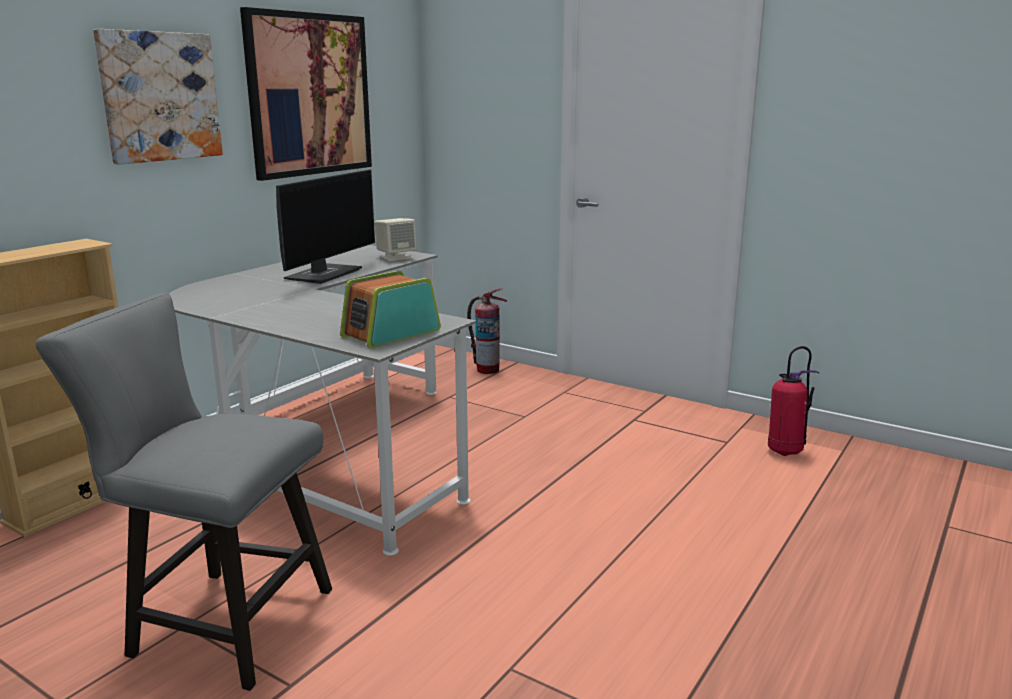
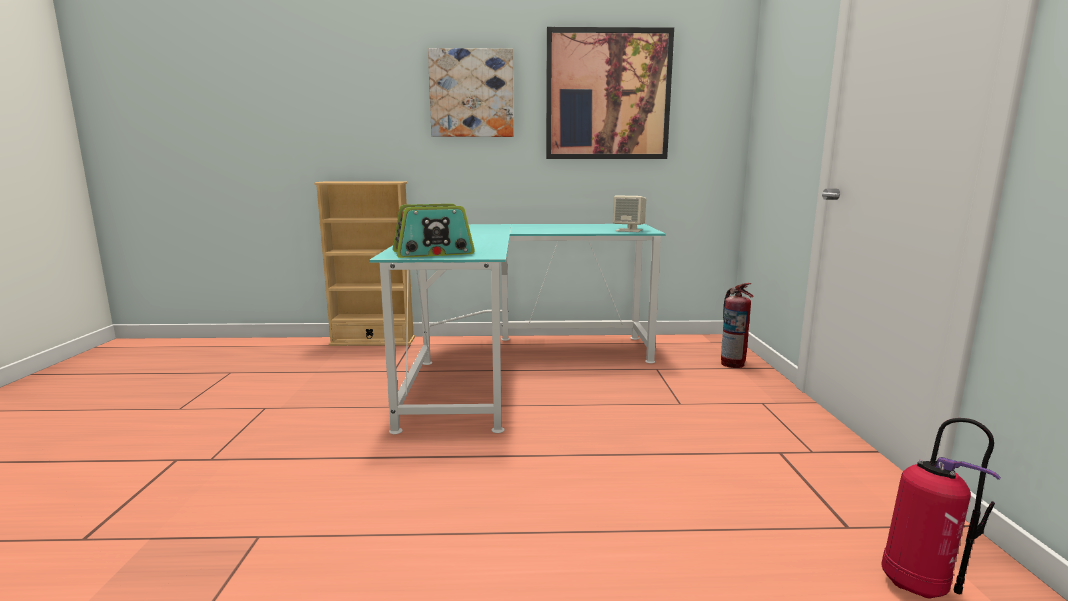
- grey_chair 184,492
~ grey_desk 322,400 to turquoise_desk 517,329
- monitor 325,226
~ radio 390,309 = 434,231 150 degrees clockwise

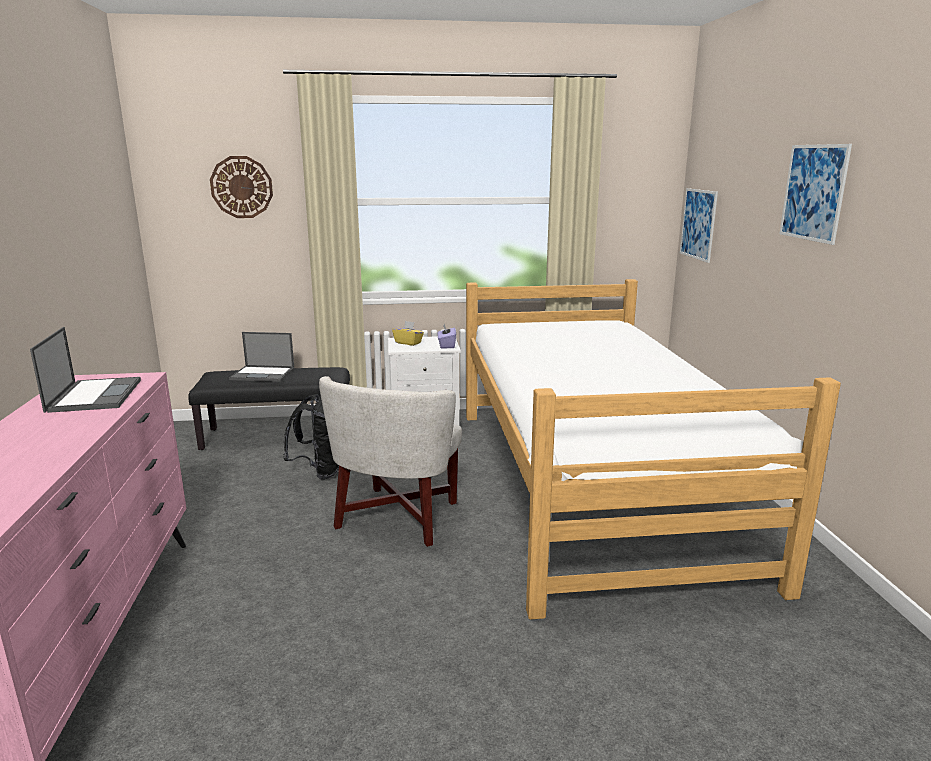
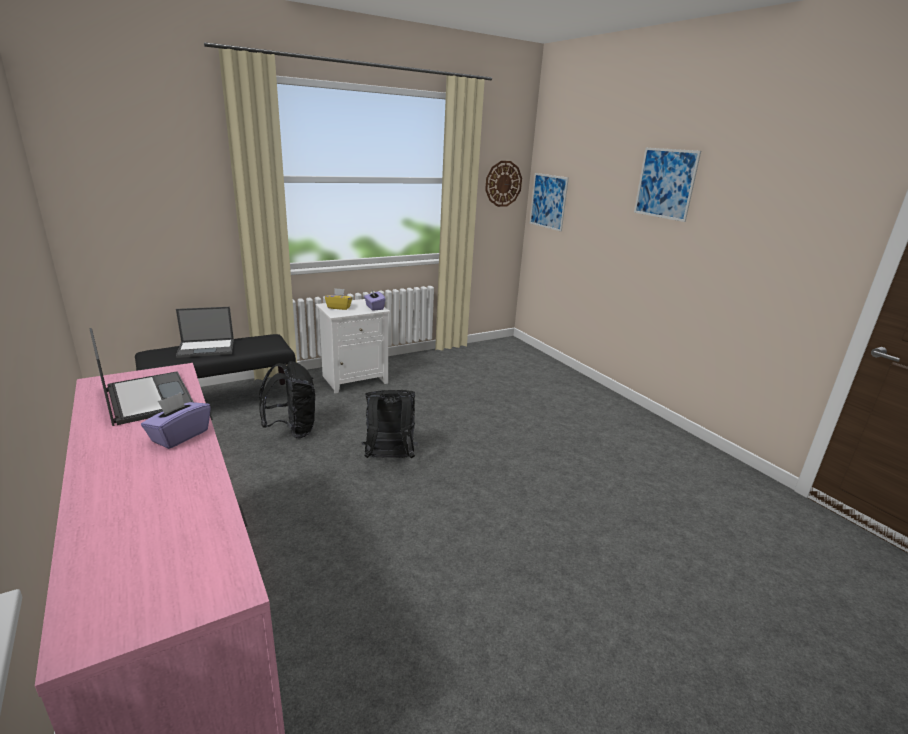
~ wall_clock 241,187 to 503,184
~ white_armchair 390,461 to black_backpack 389,424
- bed 653,449
+ purple_tissue_box 176,420

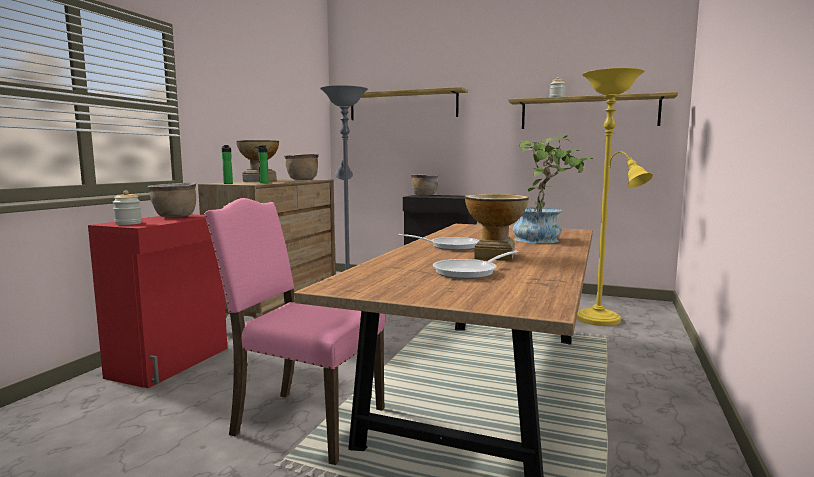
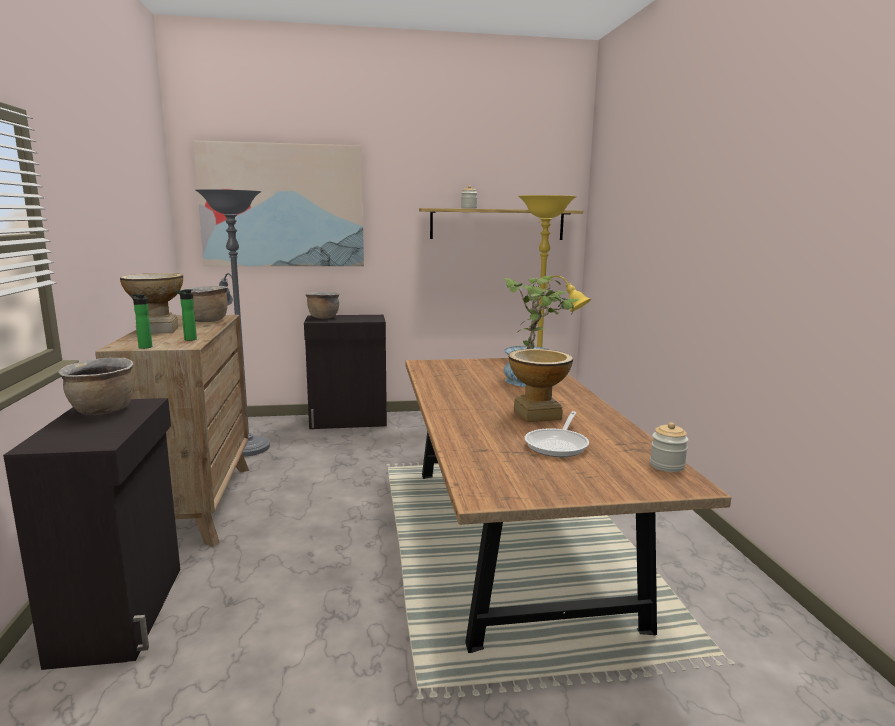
~ red_cabinet 157,301 to black_cabinet 91,534
~ jar 127,207 to 669,447
- pink_chair 294,331
~ shelf 409,103 to picture 278,203
- frying_pan 438,242

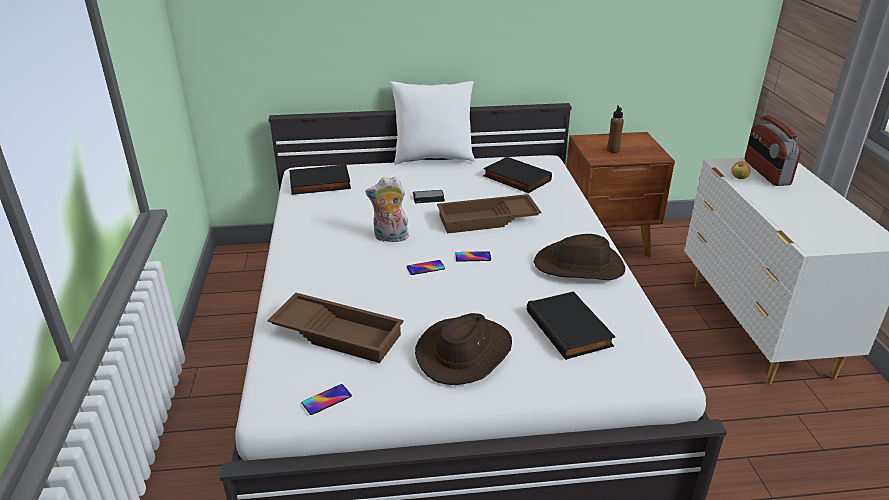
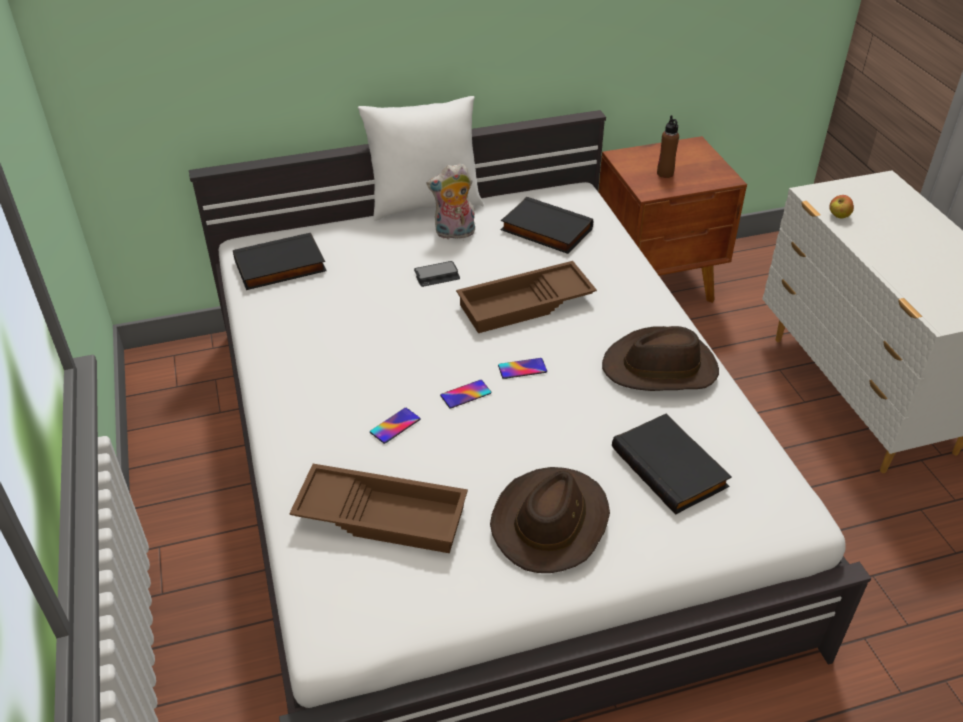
~ phone 326,399 to 395,426
~ plush_toy 387,209 to 451,201
- radio 773,150

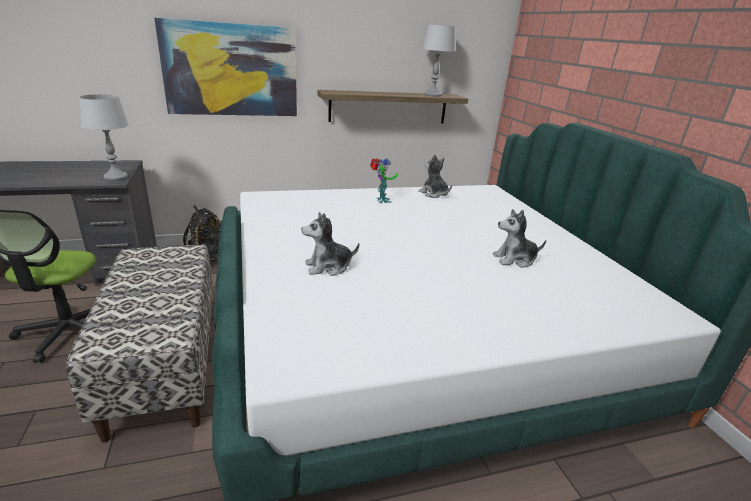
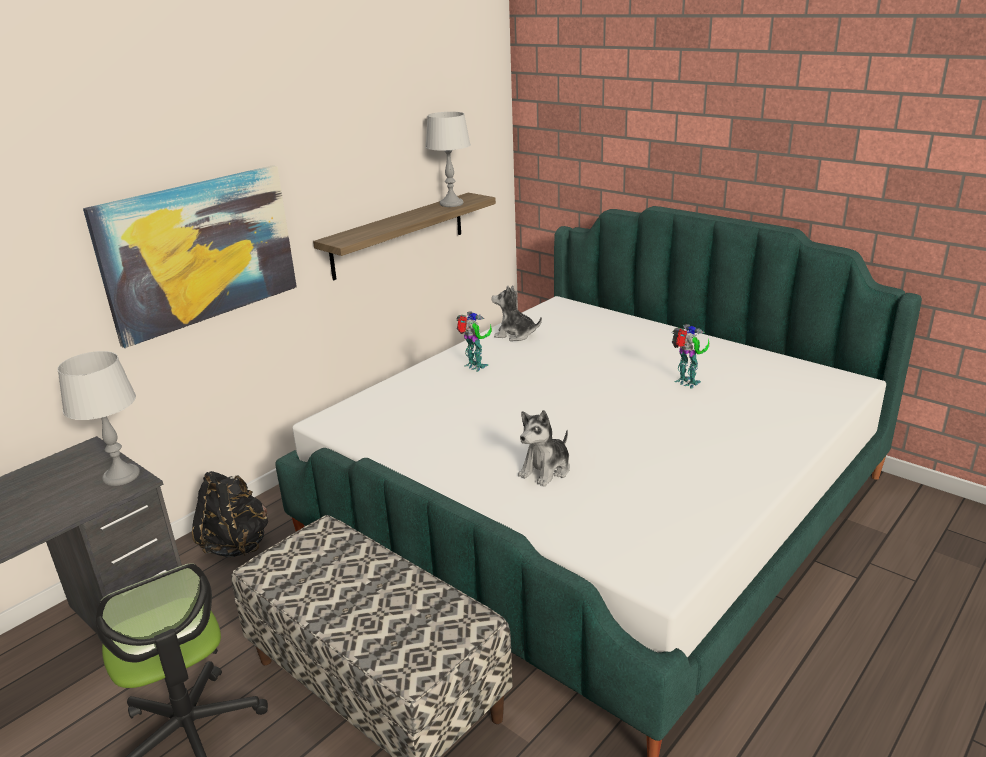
~ plush_toy 519,238 to toy_robot 690,356

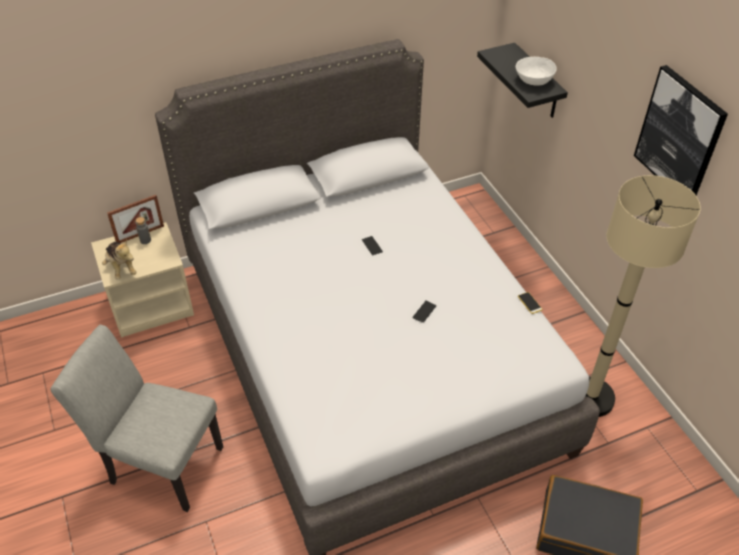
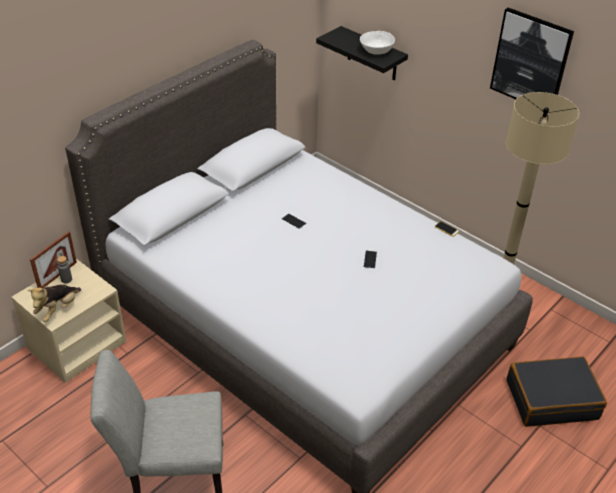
~ plush_toy 119,260 = 54,303 90 degrees clockwise

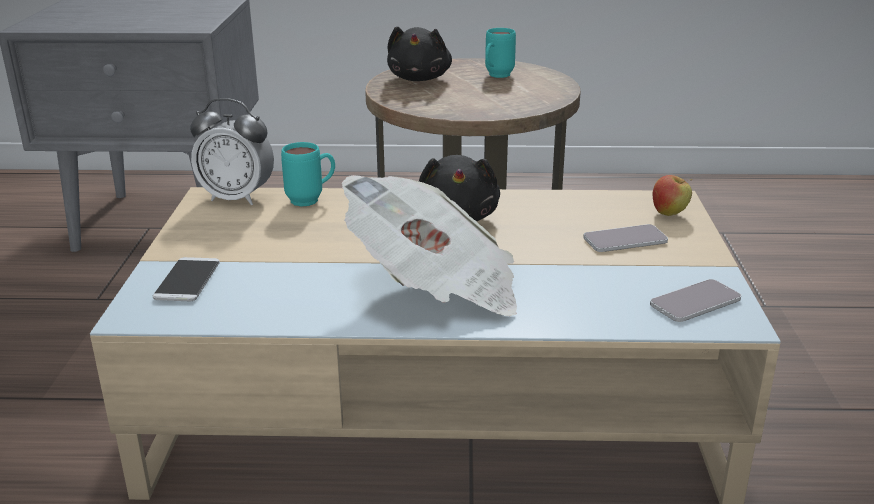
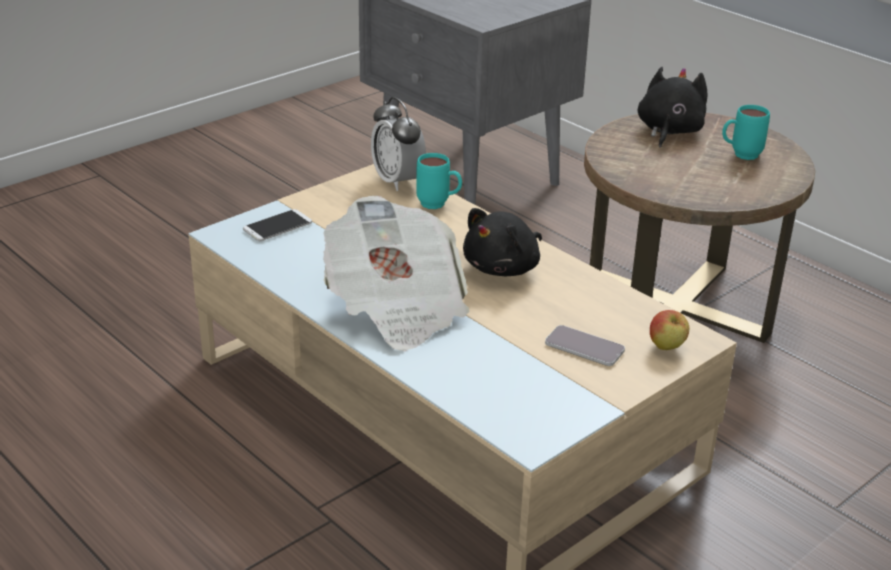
~ black_plush_toy 419,53 = 673,107 150 degrees clockwise
- phone 695,300

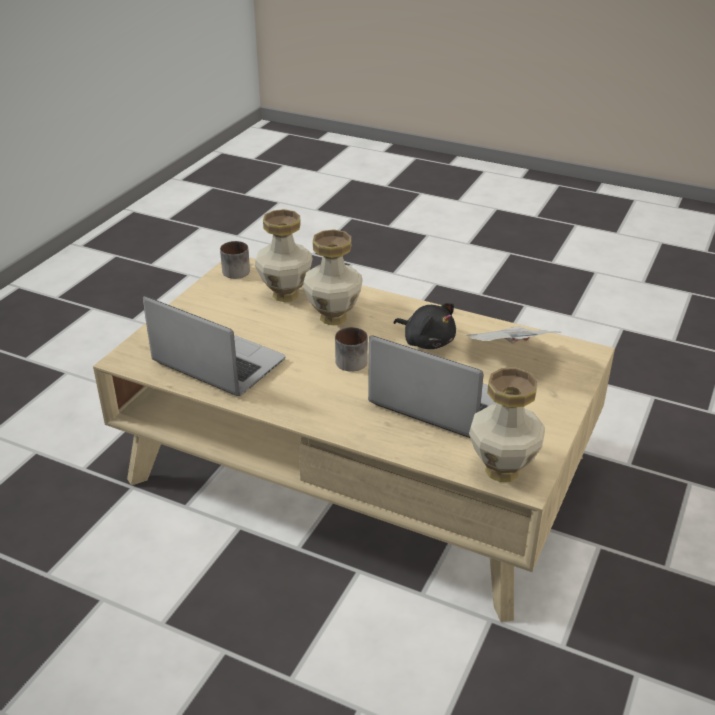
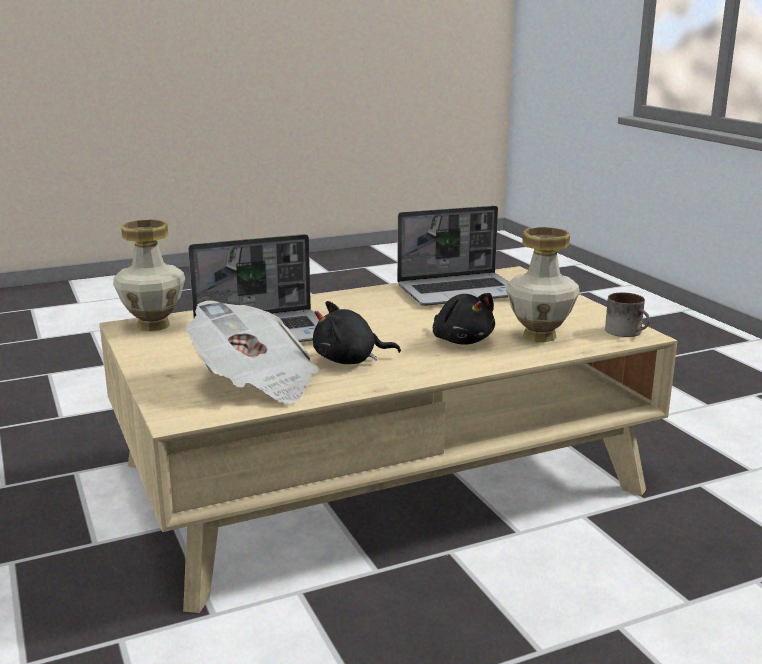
~ vase 332,277 to black_plush_toy 464,318
- mug 351,349

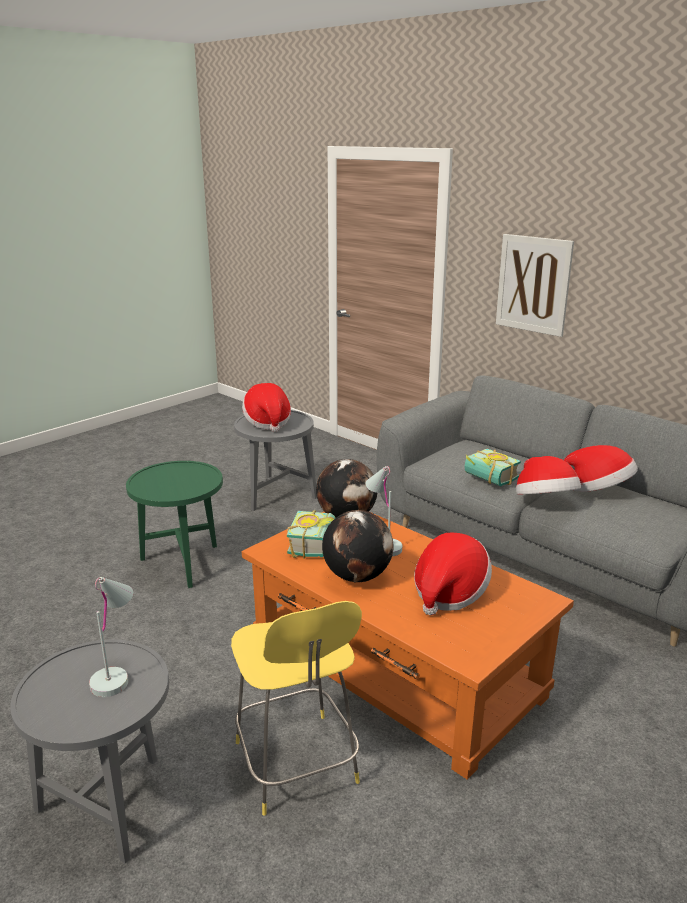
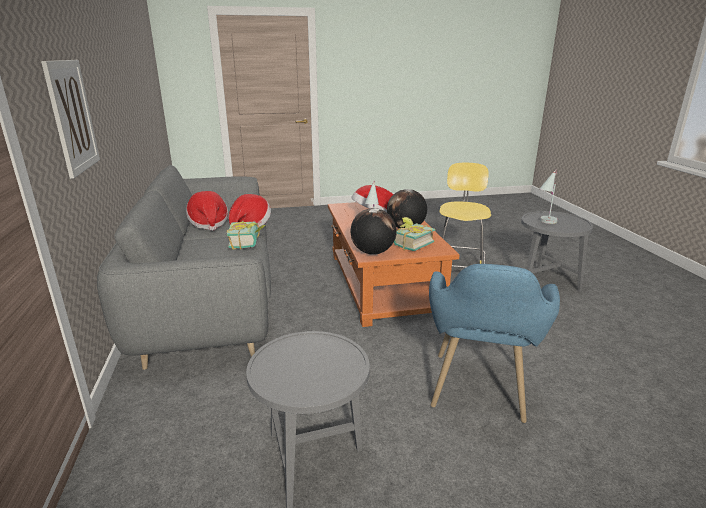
~ green_side_table 174,524 to blue_armchair 494,343
- hat 266,407

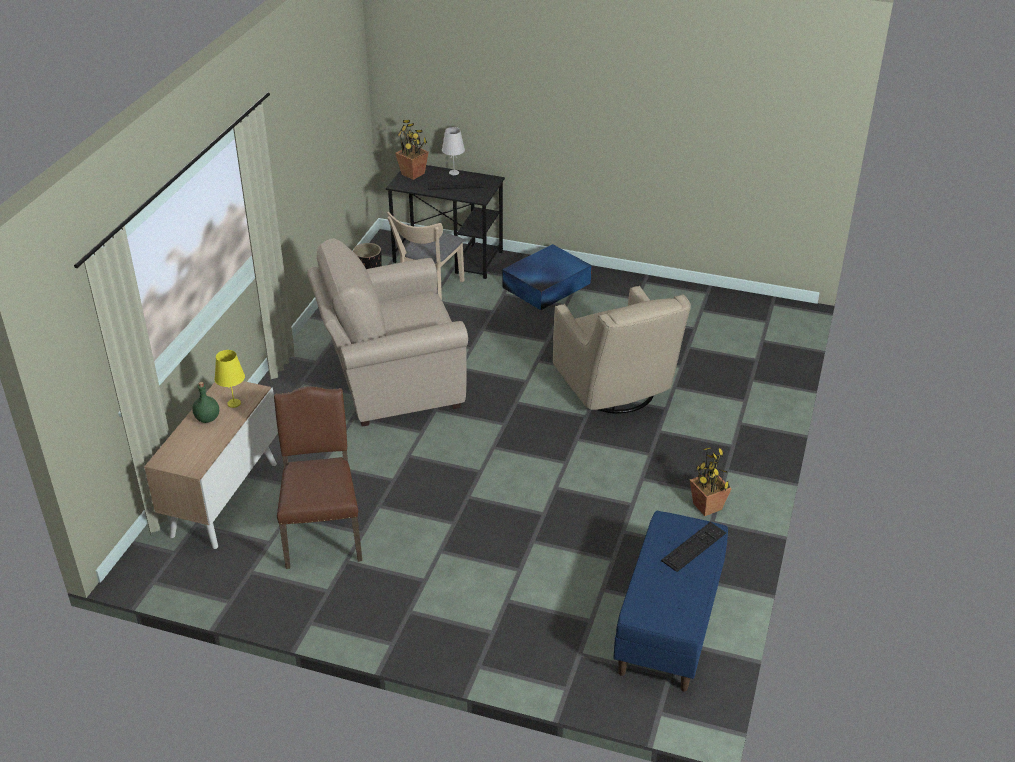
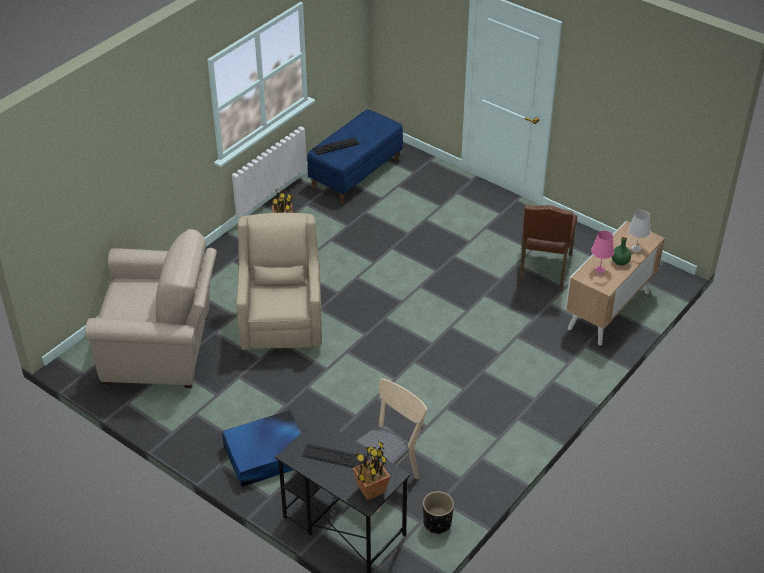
~ yellow_table_lamp 229,379 to pink_table_lamp 602,252
~ beige_armchair 387,332 to 151,308
~ white_table_lamp 453,151 to 639,231

